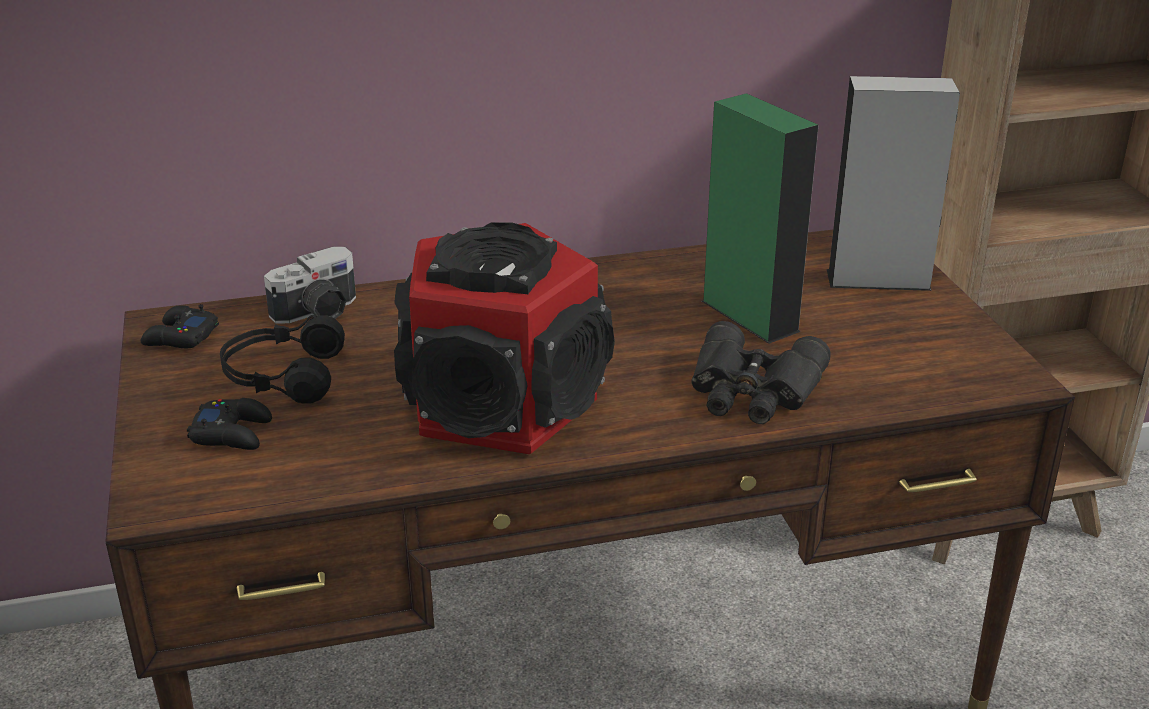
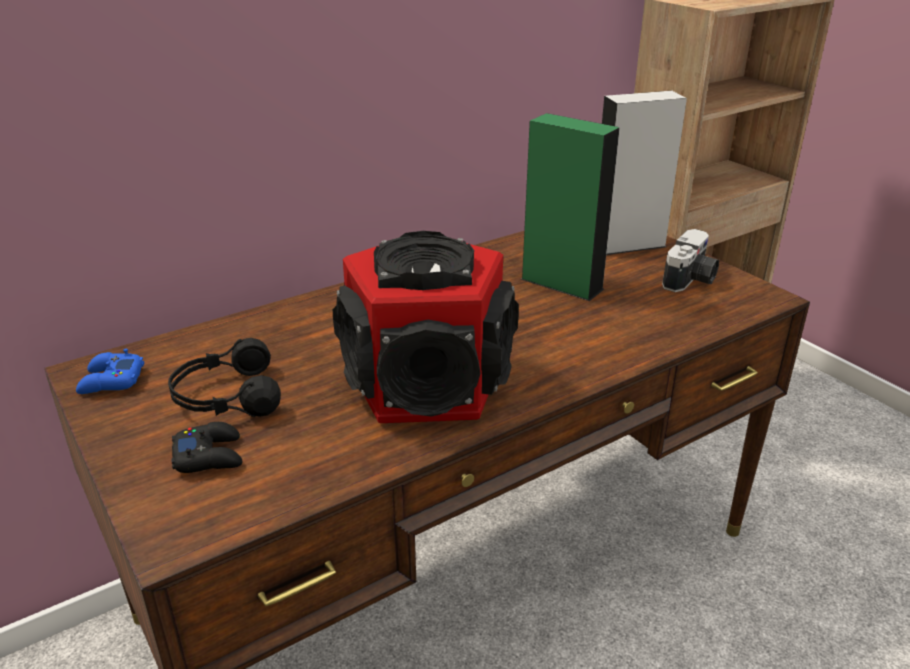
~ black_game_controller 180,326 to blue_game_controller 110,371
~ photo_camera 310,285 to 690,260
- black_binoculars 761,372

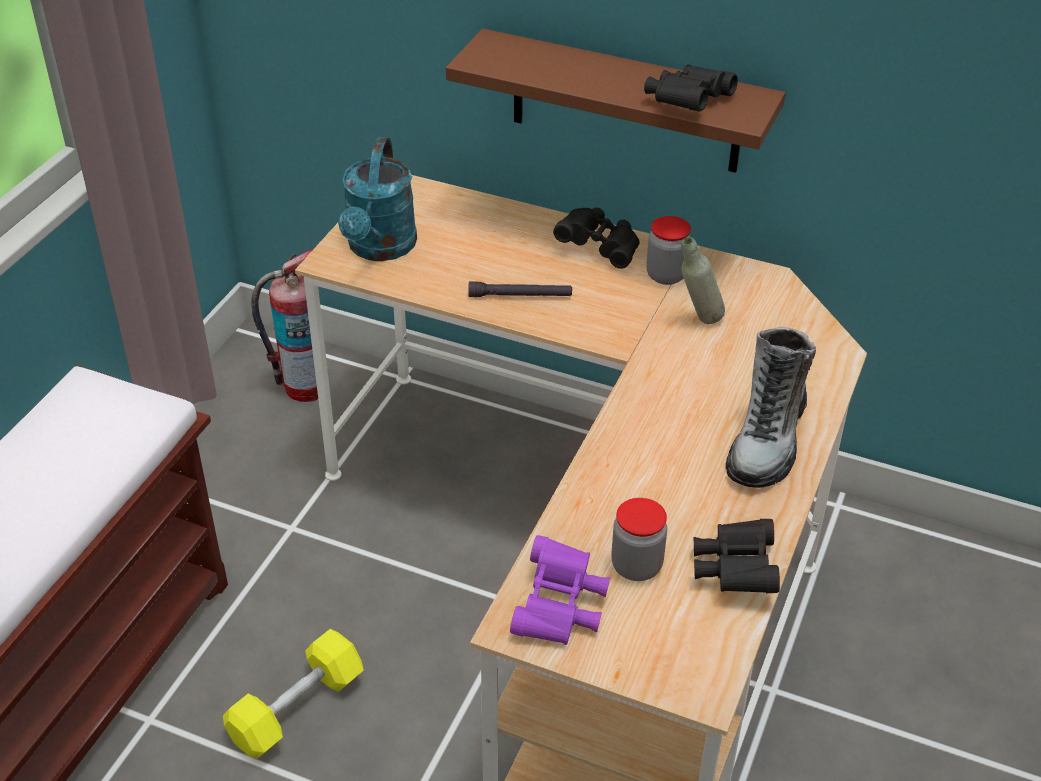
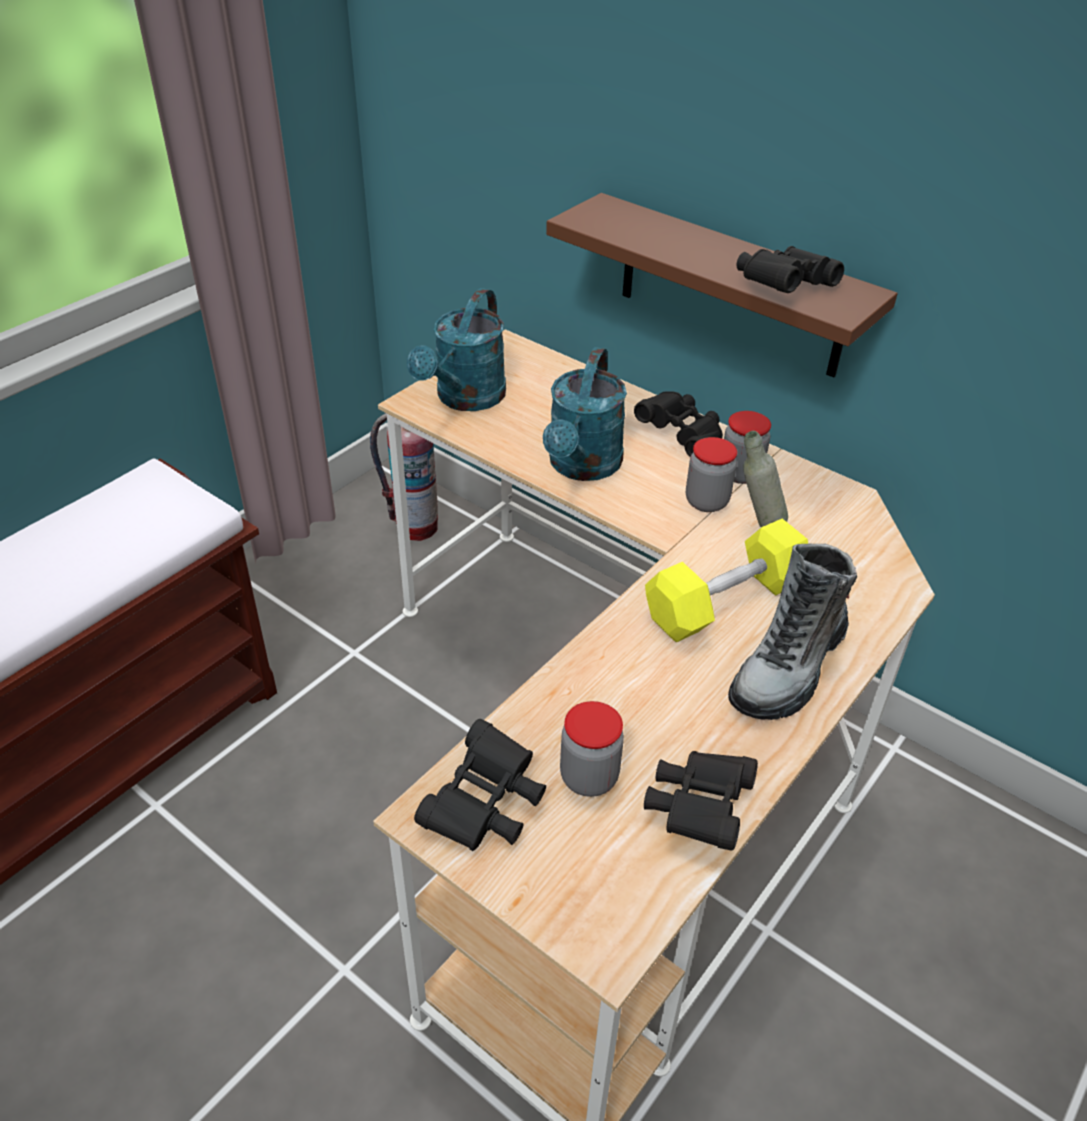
~ yellow_dumbbell 293,694 to 726,581
~ black_flashlight 520,289 to turquoise_watering_can 585,414
~ purple_binoculars 560,590 to black_binoculars 480,785
+ jar 711,474

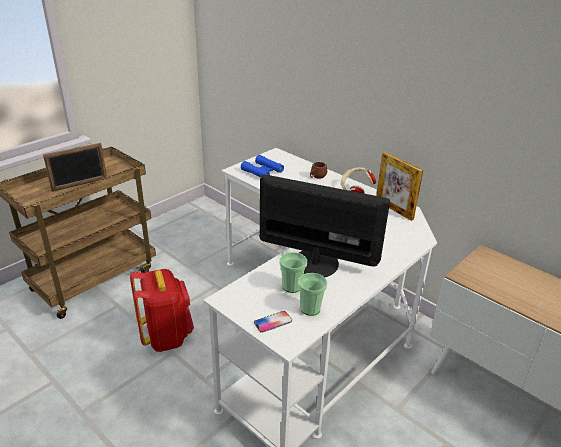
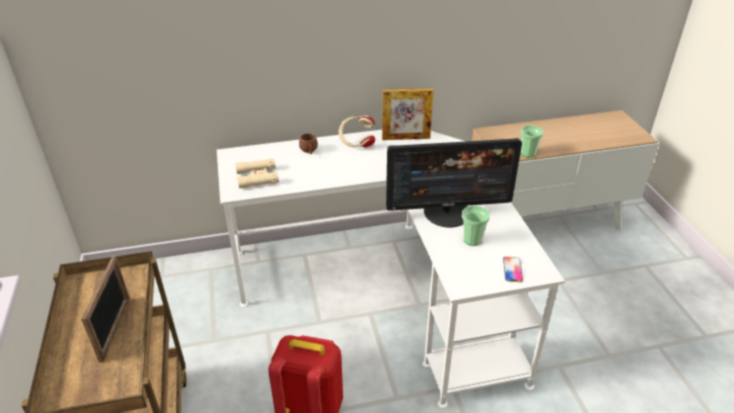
~ blue_binoculars 262,166 to beige_binoculars 257,173
~ monitor 324,225 = 454,182 150 degrees counterclockwise
~ cup 312,294 to 532,141

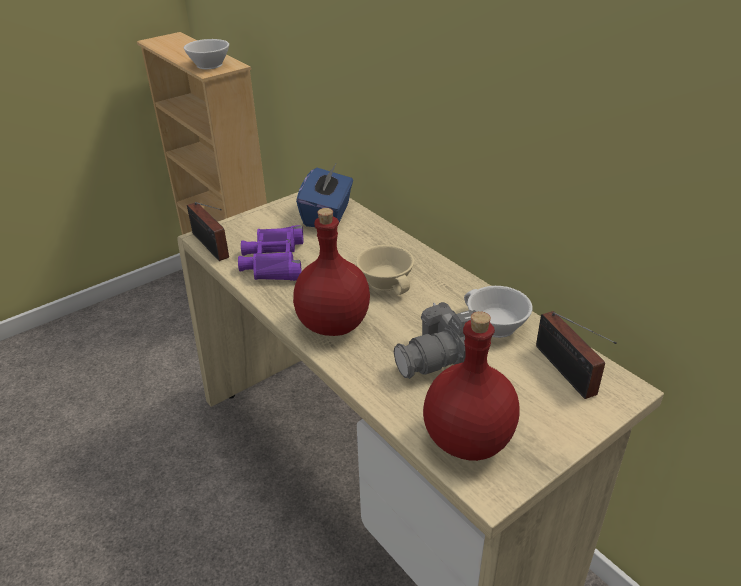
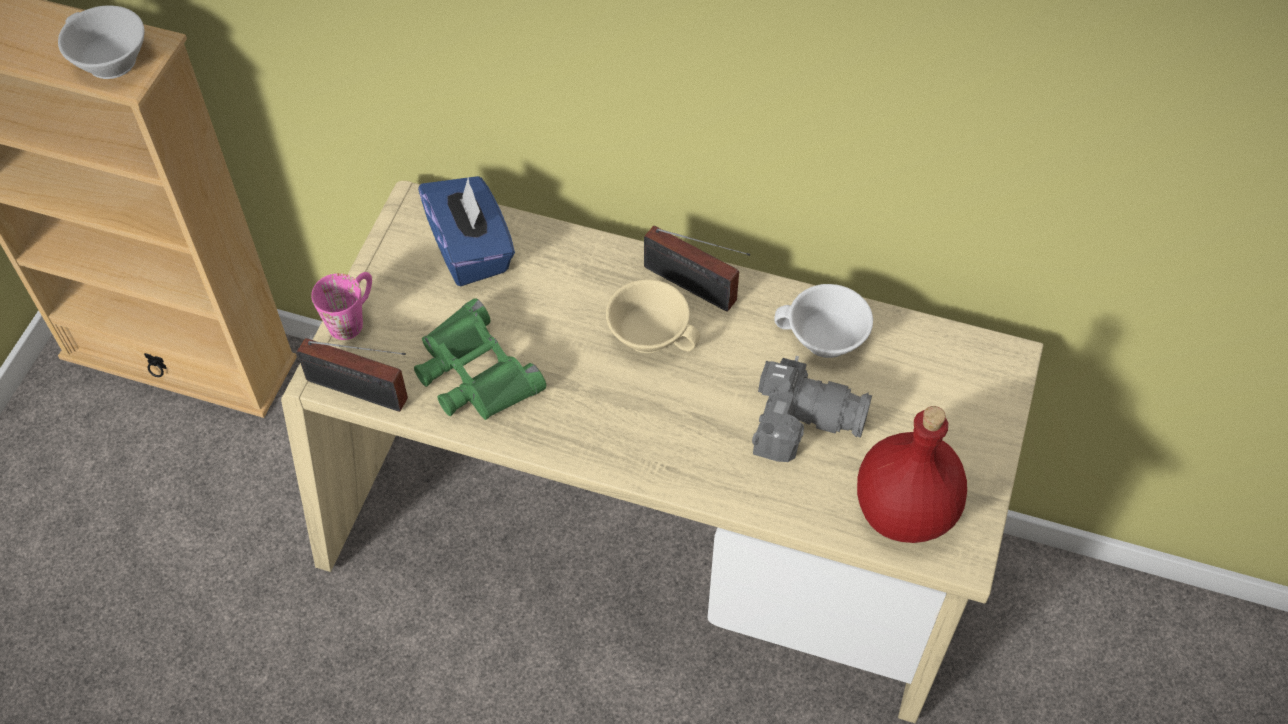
~ purple_binoculars 270,253 to green_binoculars 480,359
- red_bottle 331,272
~ photo_camera 435,340 = 812,409 105 degrees counterclockwise
~ radio 576,355 to 697,269
+ pink_mug 341,306

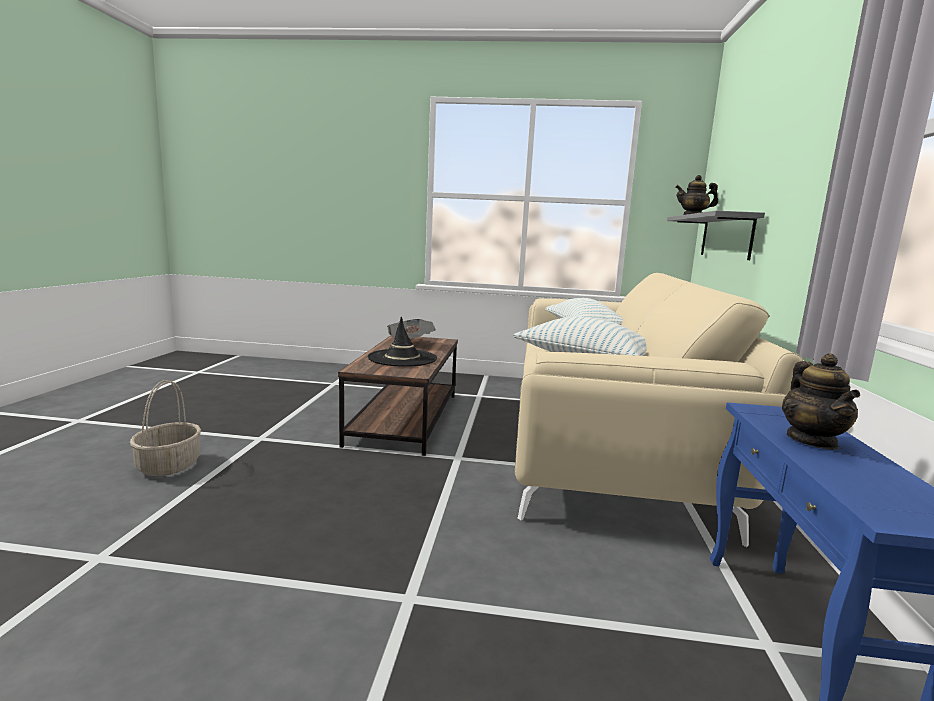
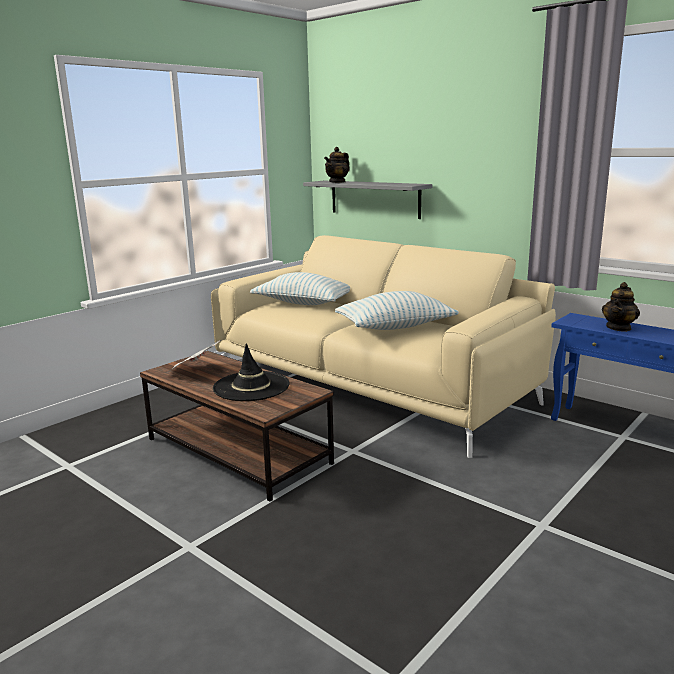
- basket 165,428
~ teapot 821,401 = 621,307 90 degrees clockwise

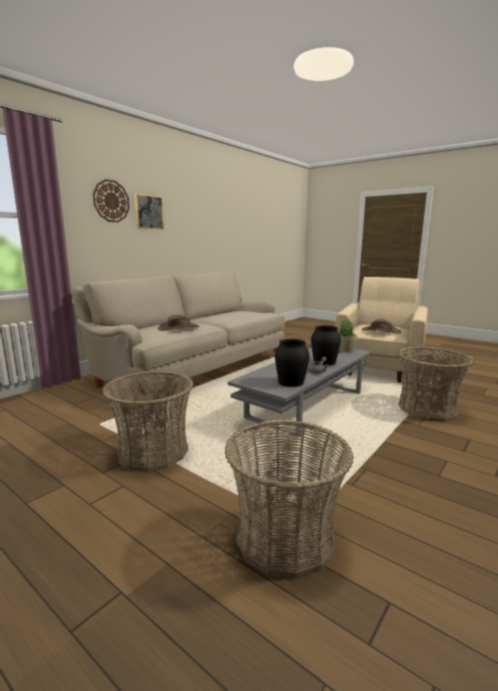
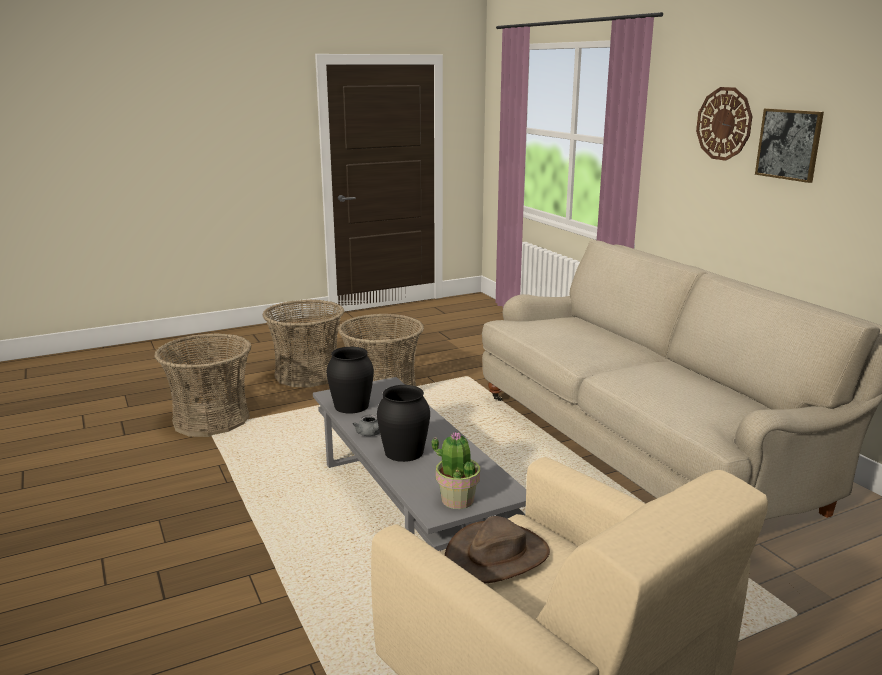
- brown_hat 179,322
~ basket 436,384 to 303,343

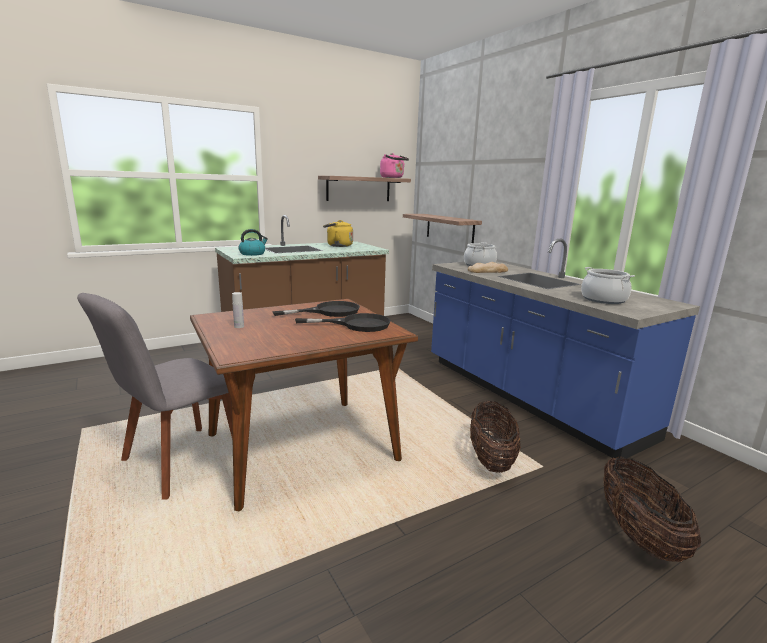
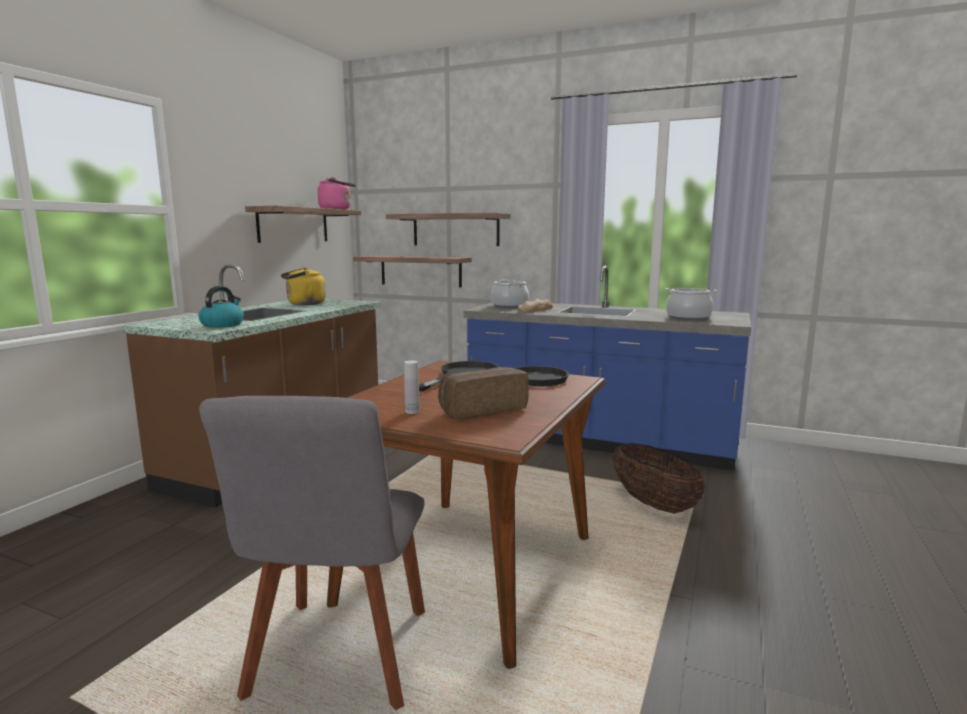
- basket 652,509
+ shelf 448,229
+ bread 483,393

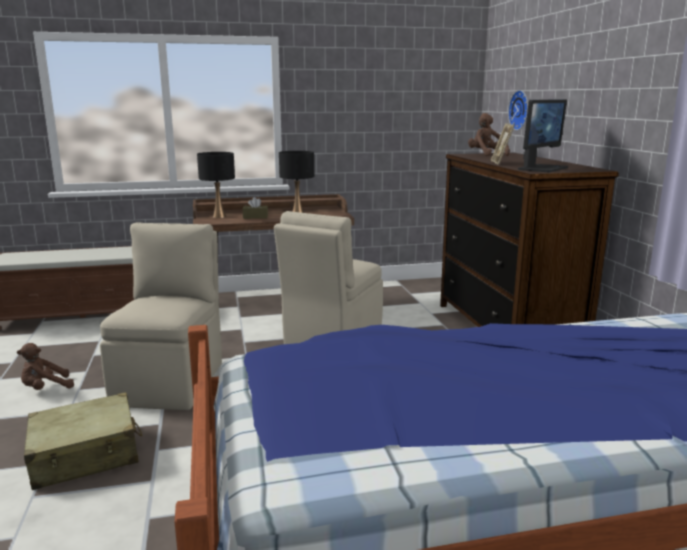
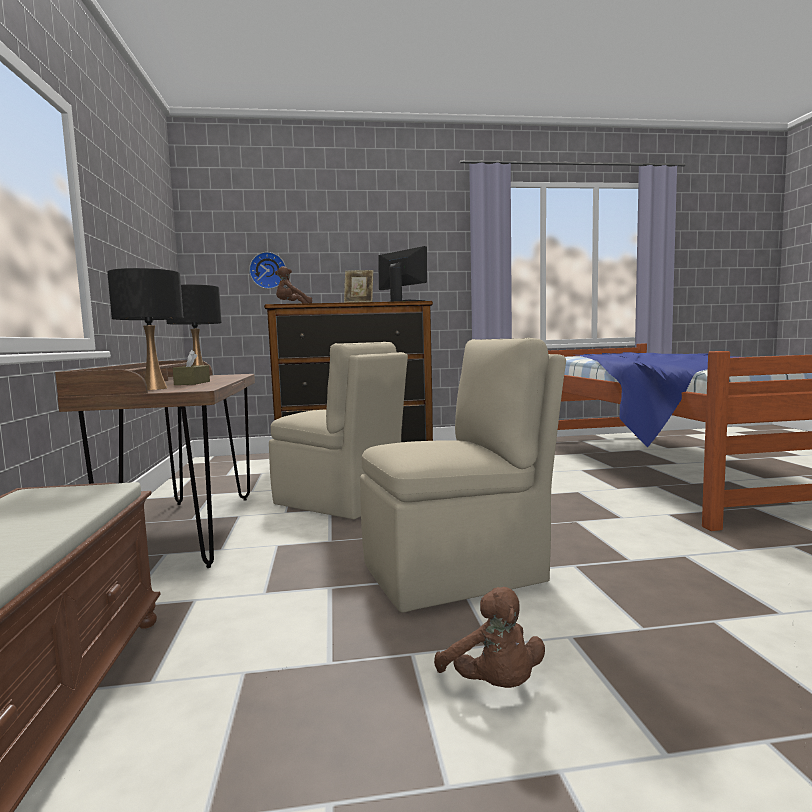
- beige_suitcase 83,441
~ beige_chair 161,316 = 463,475 150 degrees clockwise

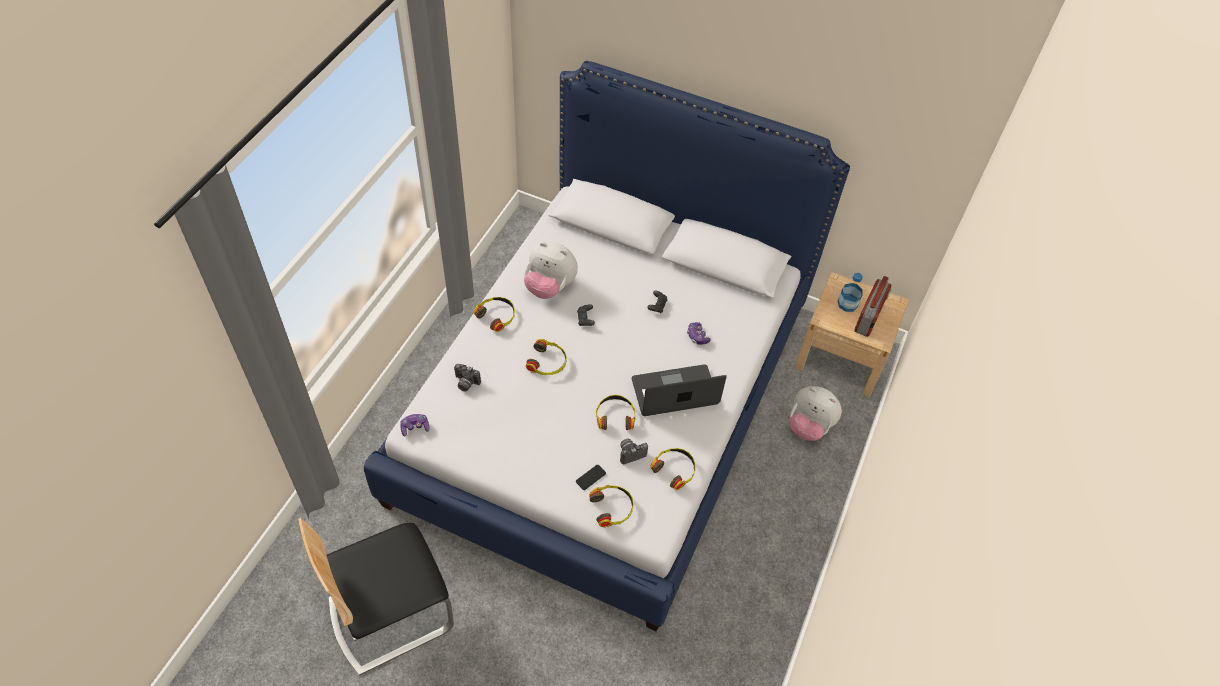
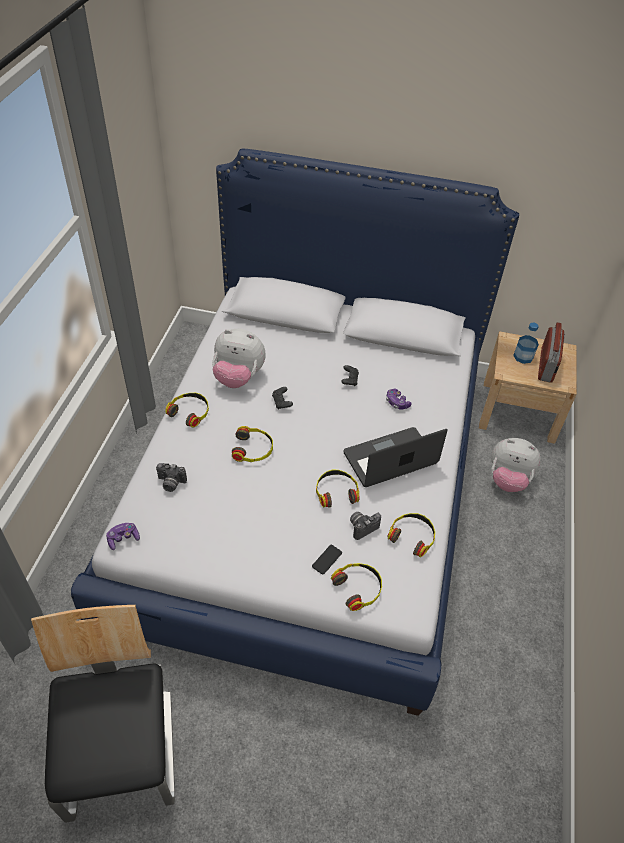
~ chair 376,597 = 103,714 120 degrees clockwise

